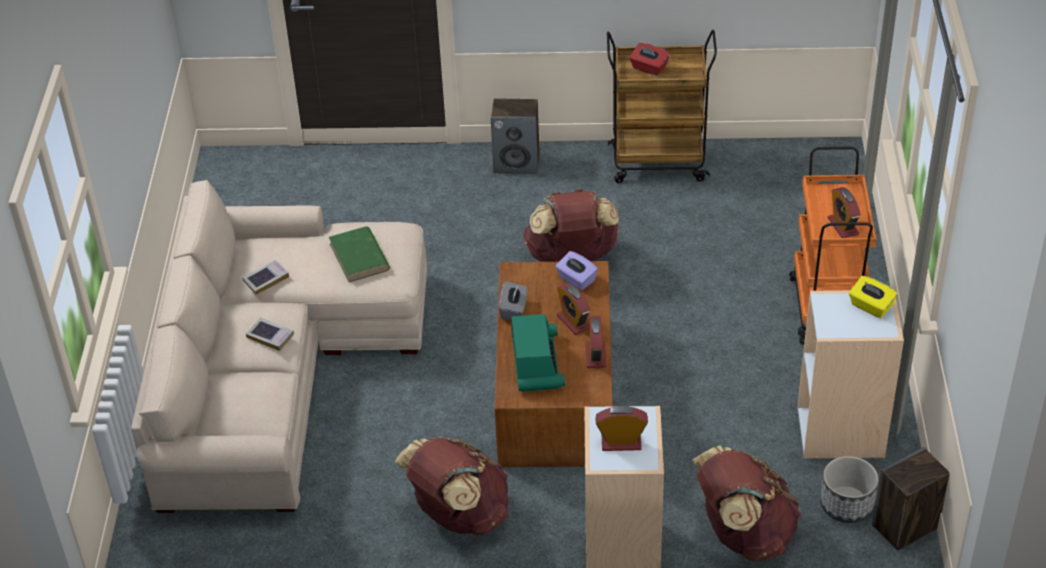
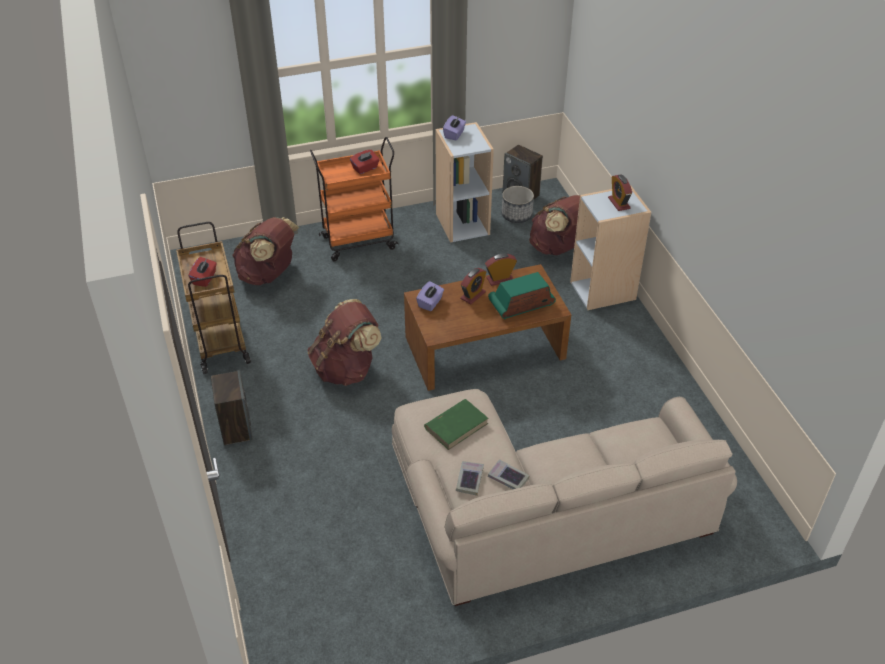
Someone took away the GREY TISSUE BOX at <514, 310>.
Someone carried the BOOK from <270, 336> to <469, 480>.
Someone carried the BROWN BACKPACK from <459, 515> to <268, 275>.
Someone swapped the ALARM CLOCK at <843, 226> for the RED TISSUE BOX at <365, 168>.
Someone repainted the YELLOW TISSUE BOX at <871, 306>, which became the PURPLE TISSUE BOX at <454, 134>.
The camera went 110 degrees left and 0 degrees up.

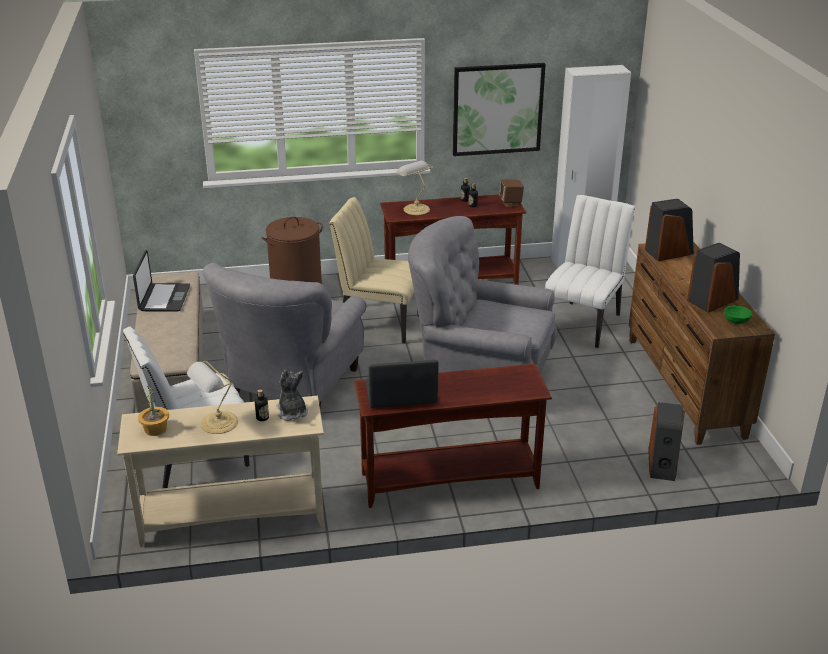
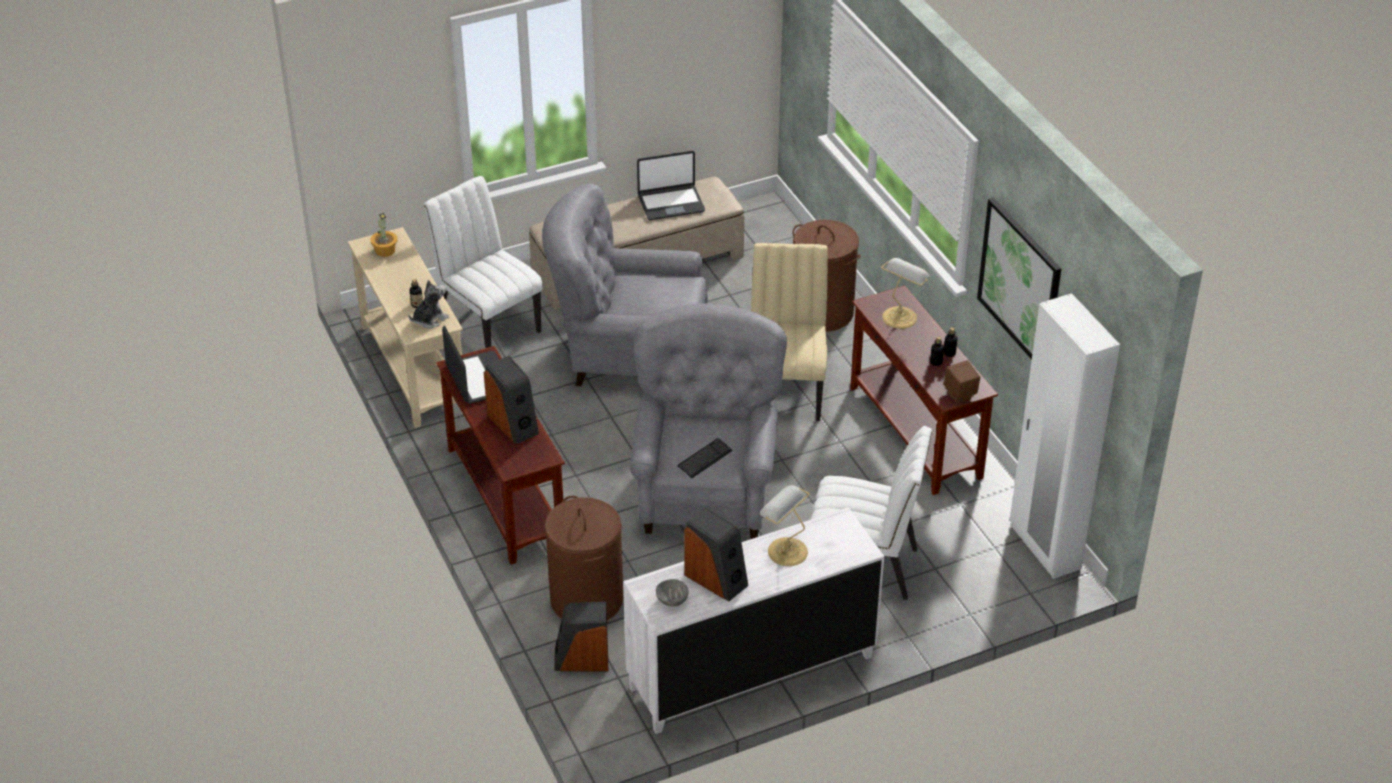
Someone put down the BROWN LAUNDRY BASKET at <586, 599>.
Someone put down the KEYBOARD at <705, 459>.
Someone carried the TABLE LAMP from <217, 423> to <785, 551>.
Someone carried the SPEAKER from <669, 252> to <514, 424>.
Someone repainted the BROWN DRESSER at <685, 386>, which became the WHITE DRESSER at <751, 673>.
Someone repainted the GREEN BOWL at <736, 321>, which became the GREY BOWL at <672, 600>.
The camera went 75 degrees right and 10 degrees up.

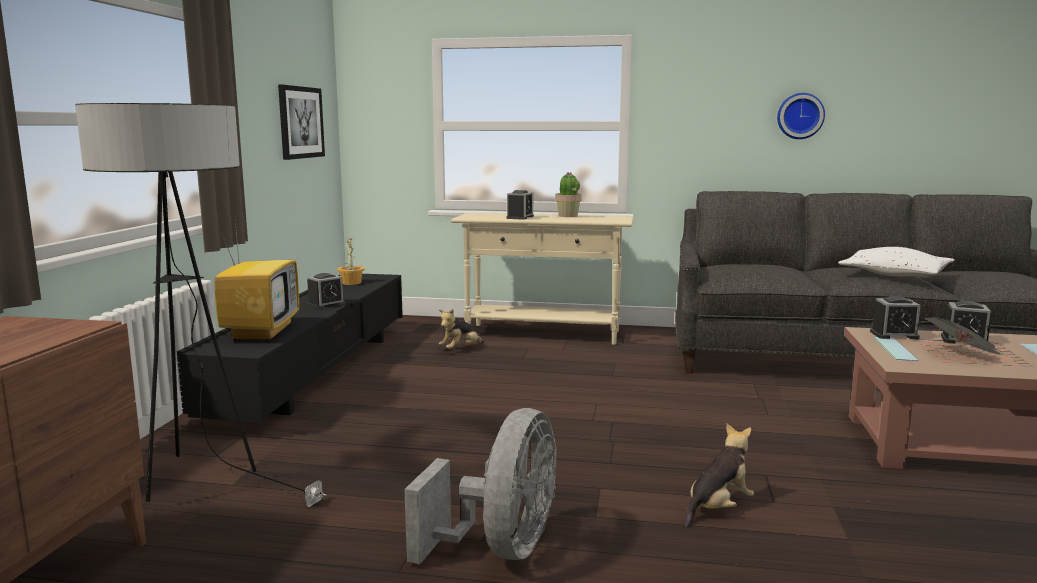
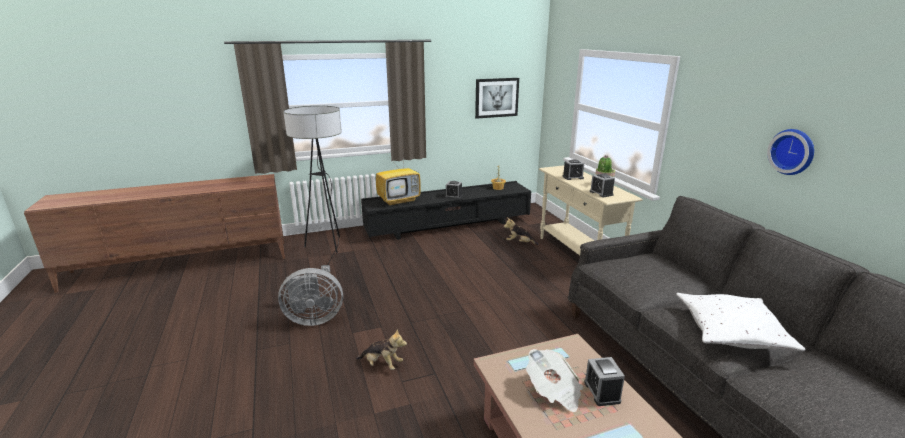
Someone carried the ALARM CLOCK from <894, 335> to <601, 193>.
The camera went 60 degrees right and 10 degrees up.

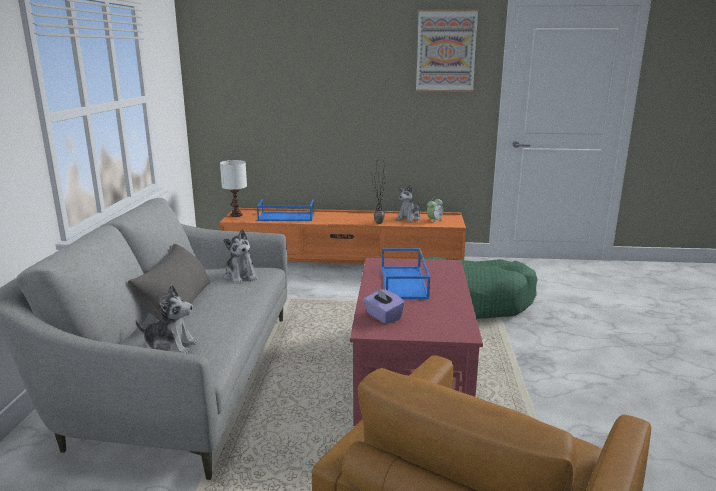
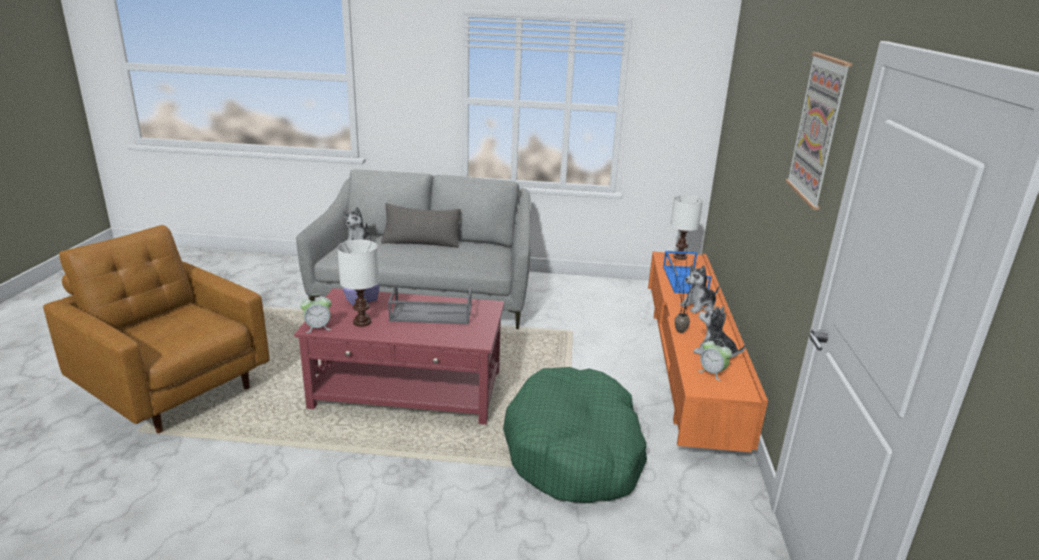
Someone put down the ALARM CLOCK at <318, 328>.
Someone put down the WHITE TABLE LAMP at <362, 322>.
Someone carried the PLUSH TOY from <241, 276> to <698, 306>.
Someone repainted the BLUE TRAY at <405, 283>, which became the GREY TRAY at <430, 314>.
The camera went 90 degrees right and 5 degrees up.

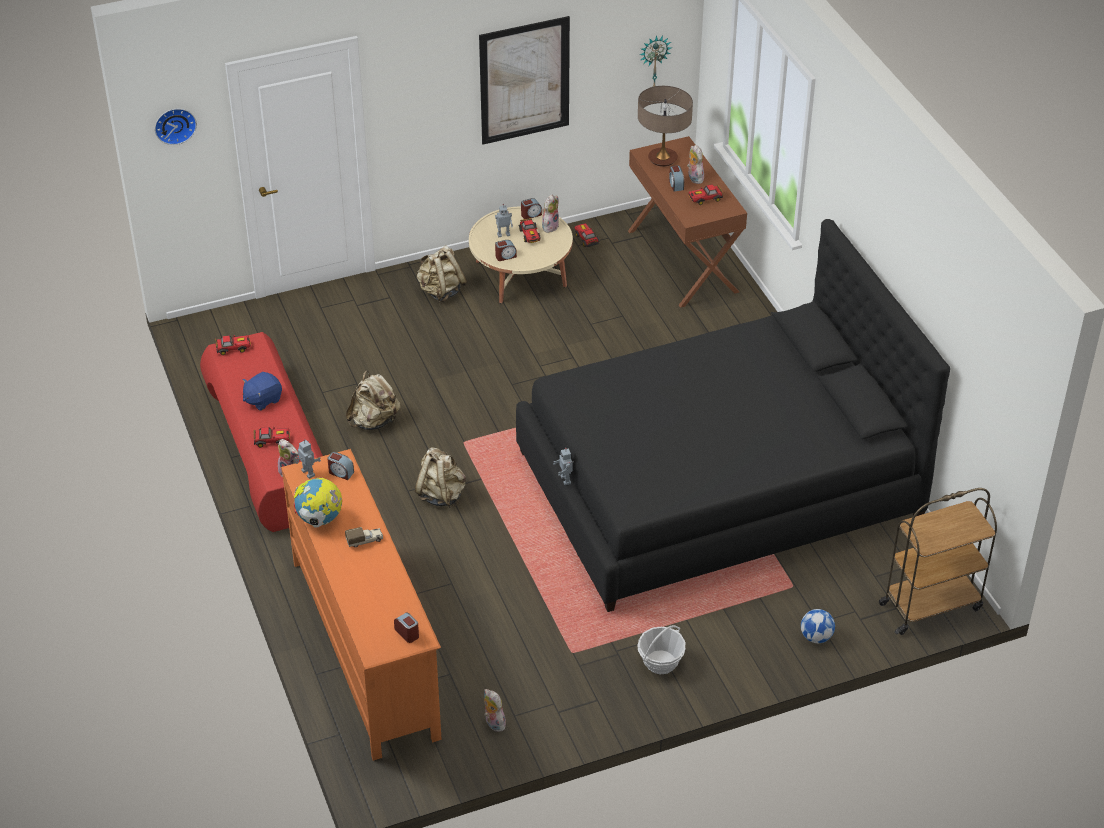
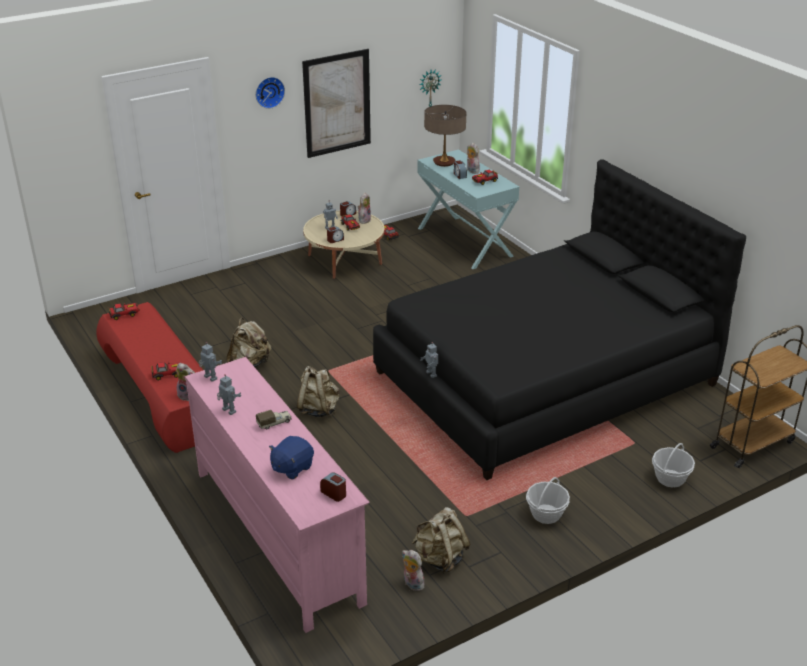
Someone took away the ALARM CLOCK at <340, 472>.
Someone carried the WALL CLOCK from <174, 124> to <269, 92>.
Someone carried the BLUE PLUSH TOY from <262, 400> to <292, 468>.
Someone carried the BEIGE BACKPACK from <441, 291> to <440, 558>.
Someone swapped the GLOBE at <319, 519> for the TOY ROBOT at <228, 411>.
Someone swapped the FOOTBALL at <816, 637> for the BASKET at <670, 478>.
Someone repainted the ORANGE DRESSER at <365, 648>, which became the PINK DRESSER at <277, 535>.
Someone repainted the BROWN DESK at <683, 261>, which became the TURQUOISE DESK at <465, 242>.
The camera went 10 degrees left and 10 degrees down.

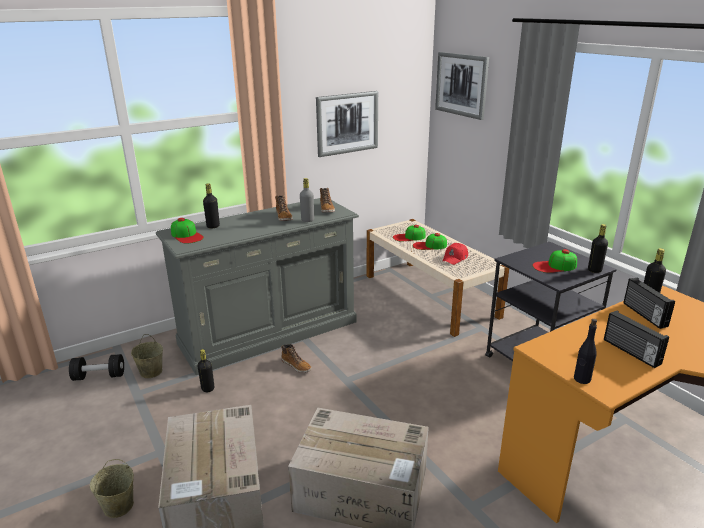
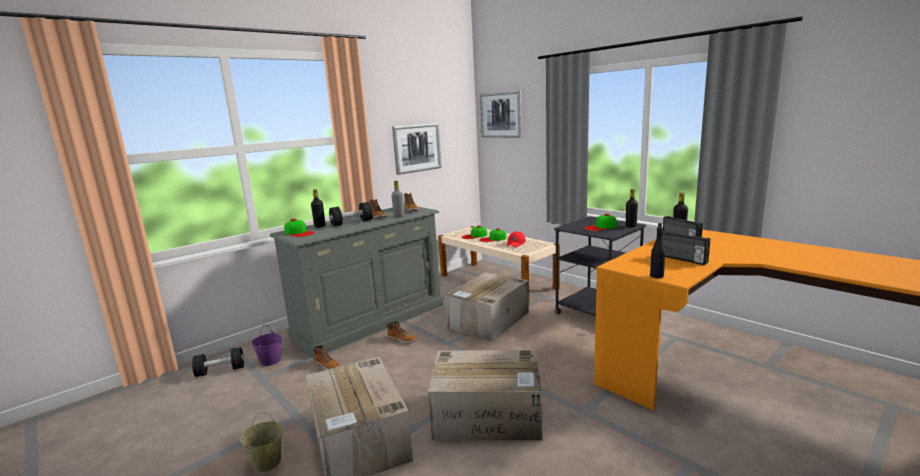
Someone put down the BLACK DUMBBELL at <352, 223>.
Someone put down the CARDBOARD BOX at <488, 320>.
Someone swapped the BLACK BOTTLE at <208, 388> for the BOOT at <327, 365>.
Someone repainted the BEIGE BUCKET at <150, 372>, which became the PURPLE BUCKET at <270, 361>.
The camera went 10 degrees left and 10 degrees down.

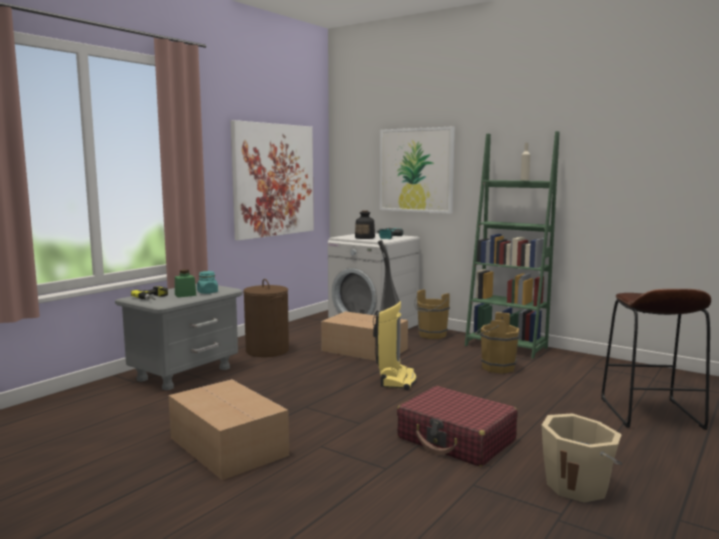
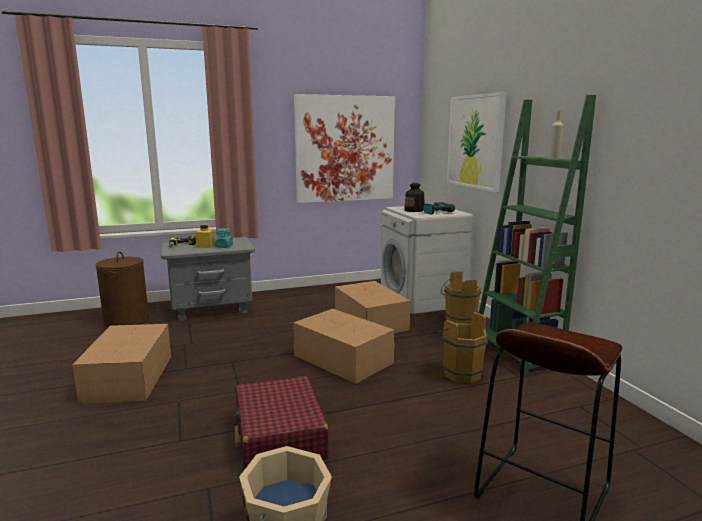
Someone carried the BROWN LAUNDRY BASKET from <267, 350> to <126, 321>.
Someone swapped the VACUUM CLEANER at <396, 380> for the CARDBOARD BOX at <342, 359>.
Someone repainted the GREEN JAR at <185, 295>, which became the YELLOW JAR at <205, 246>.
The camera went 35 degrees right and 5 degrees up.

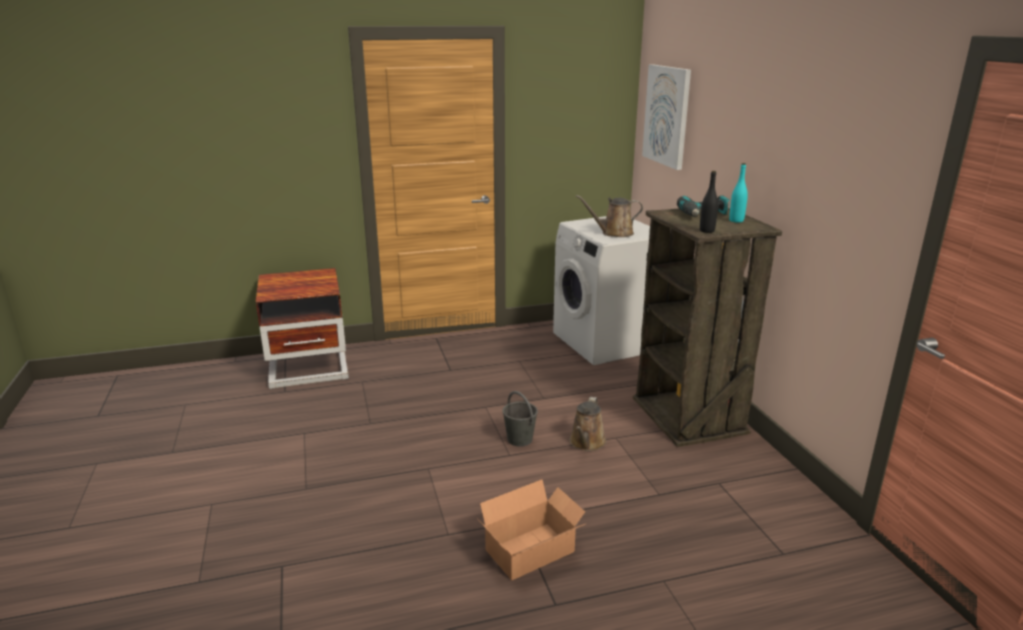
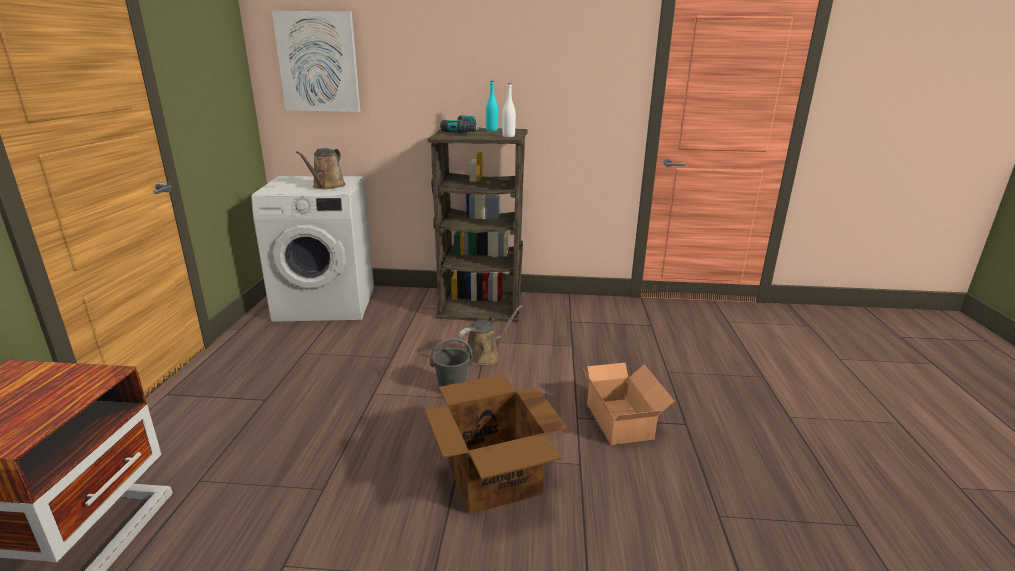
Someone put down the CARDBOARD BOX at <494, 479>.
Someone repainted the BLACK BOTTLE at <707, 231>, which became the WHITE BOTTLE at <508, 136>.
Someone rotated the BROWN WATERING CAN at <587, 443> by 75 degrees counterclockwise.
The camera went 70 degrees left and 0 degrees up.

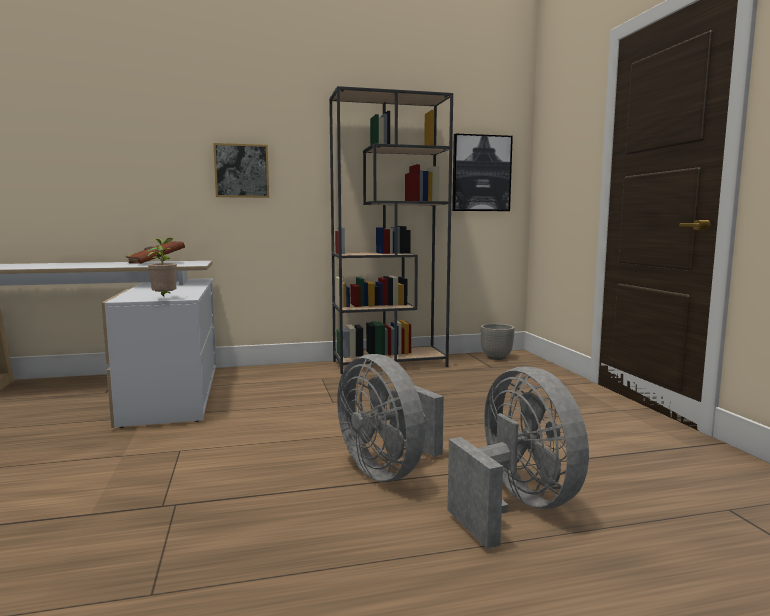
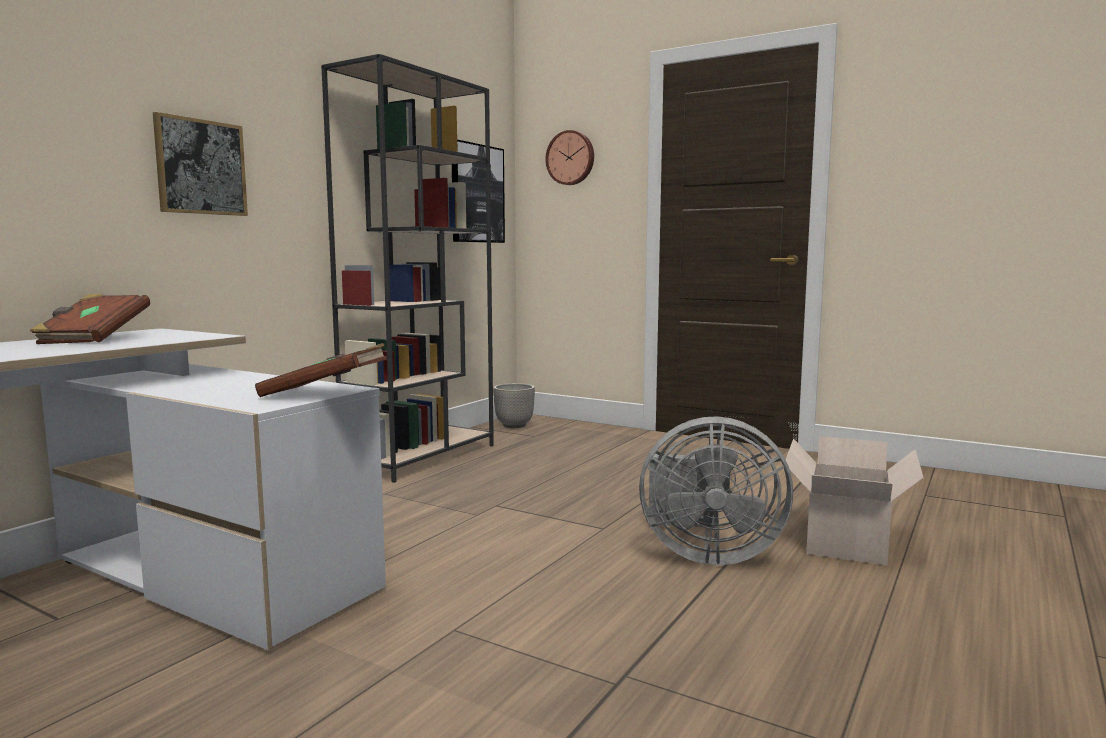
Someone put up the WALL CLOCK at <571, 158>.
Someone swapped the POTTED PLANT at <165, 299> for the BROWN BOOK at <325, 394>.
Someone swapped the GREY FAN at <516, 506> for the CARDBOARD BOX at <845, 541>.
The camera went 45 degrees left and 0 degrees up.

